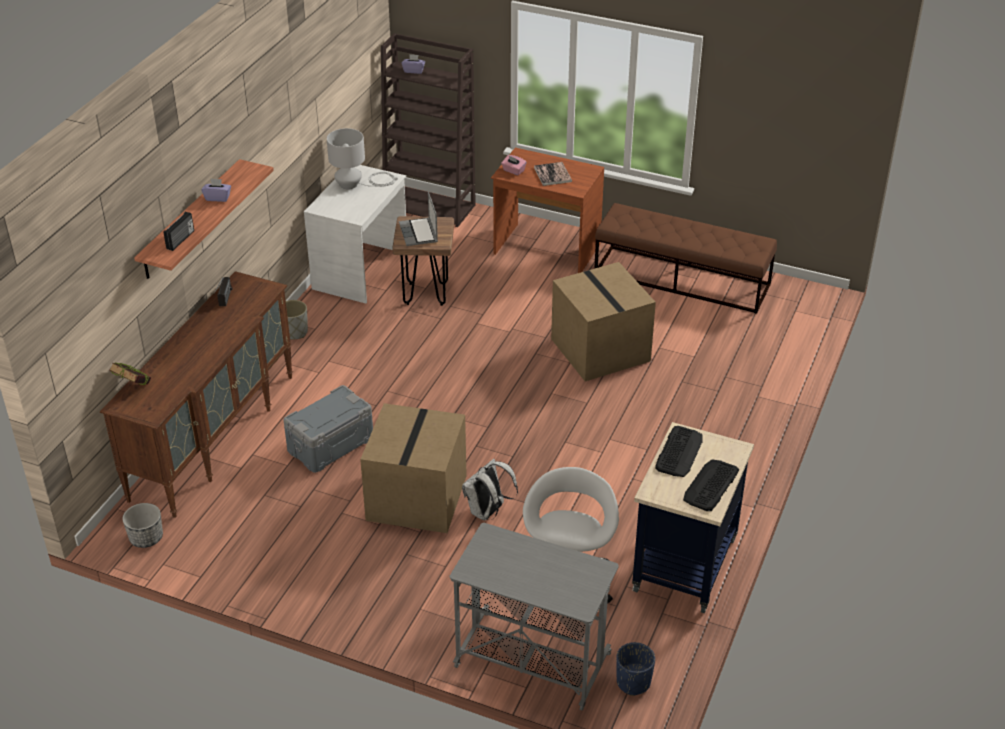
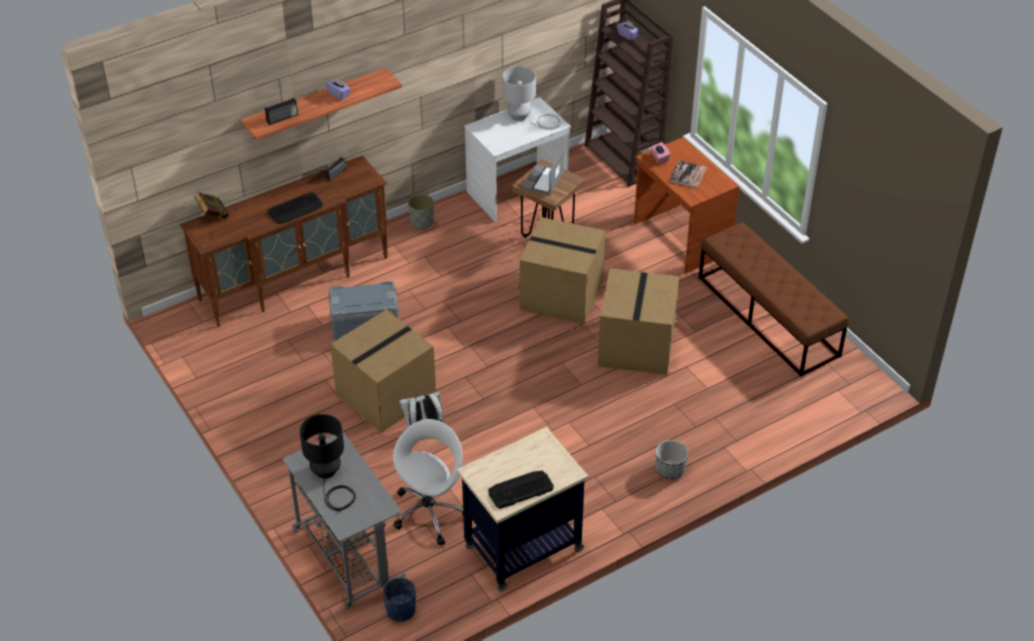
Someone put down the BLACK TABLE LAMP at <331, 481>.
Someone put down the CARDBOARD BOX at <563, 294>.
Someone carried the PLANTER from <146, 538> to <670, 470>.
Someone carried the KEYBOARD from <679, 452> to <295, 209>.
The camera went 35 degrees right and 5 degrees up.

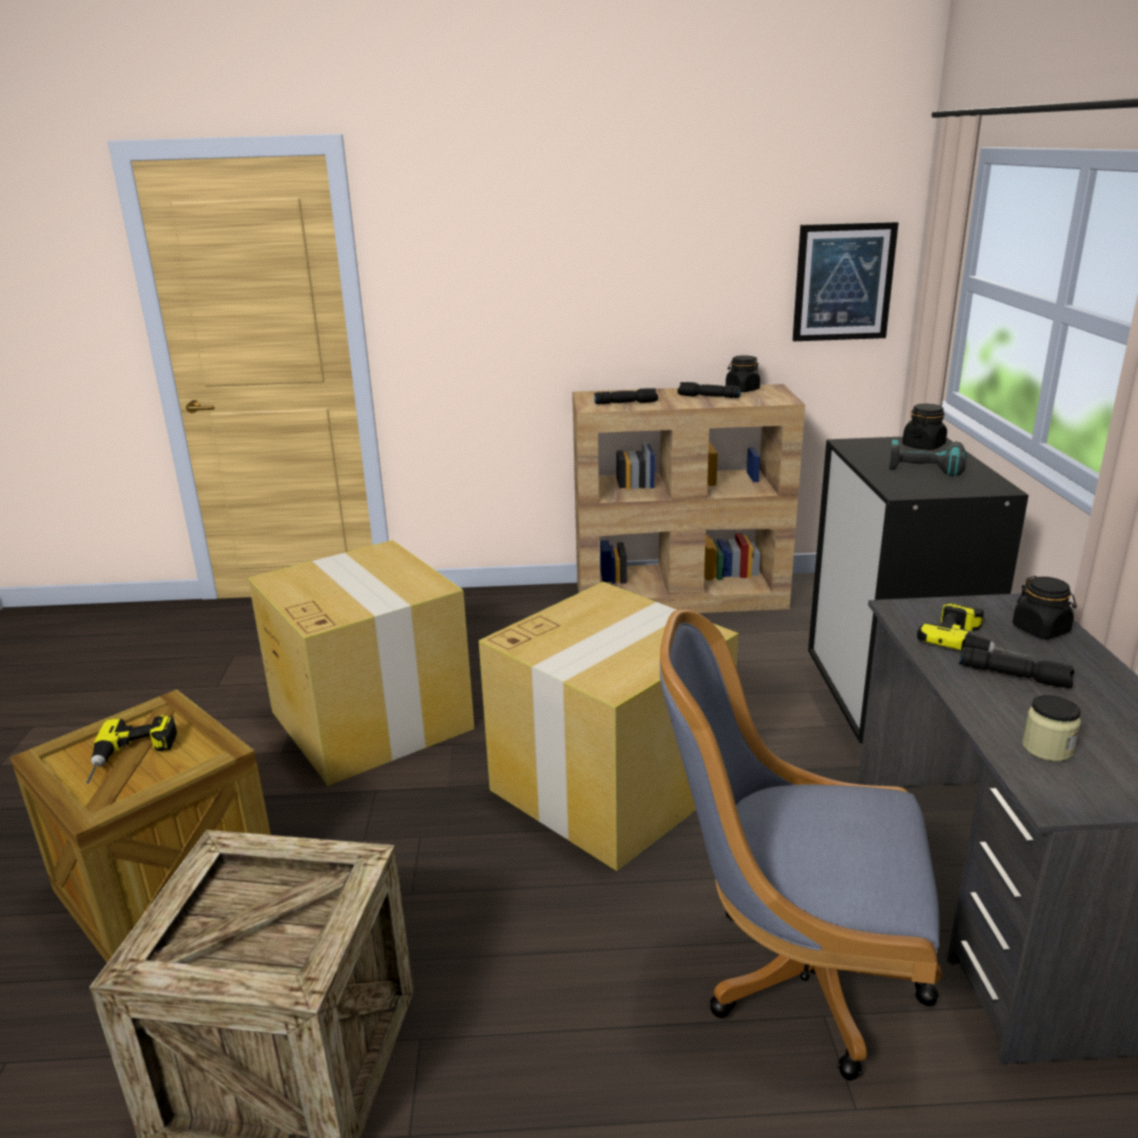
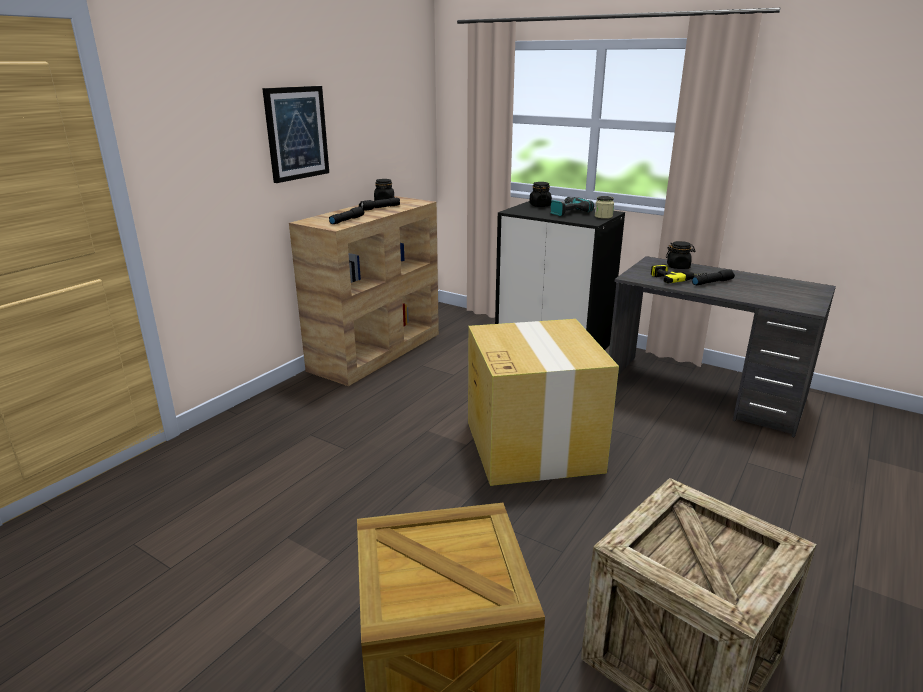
Someone took away the POWER DRILL at <132, 757>.
Someone took away the CARDBOARD BOX at <370, 719>.
Someone took away the BLUE OFFICE CHAIR at <792, 977>.
Someone carried the PICTURE from <843, 282> to <296, 133>.
Someone carried the JAR from <1047, 748> to <603, 216>.
The camera went 55 degrees left and 0 degrees up.

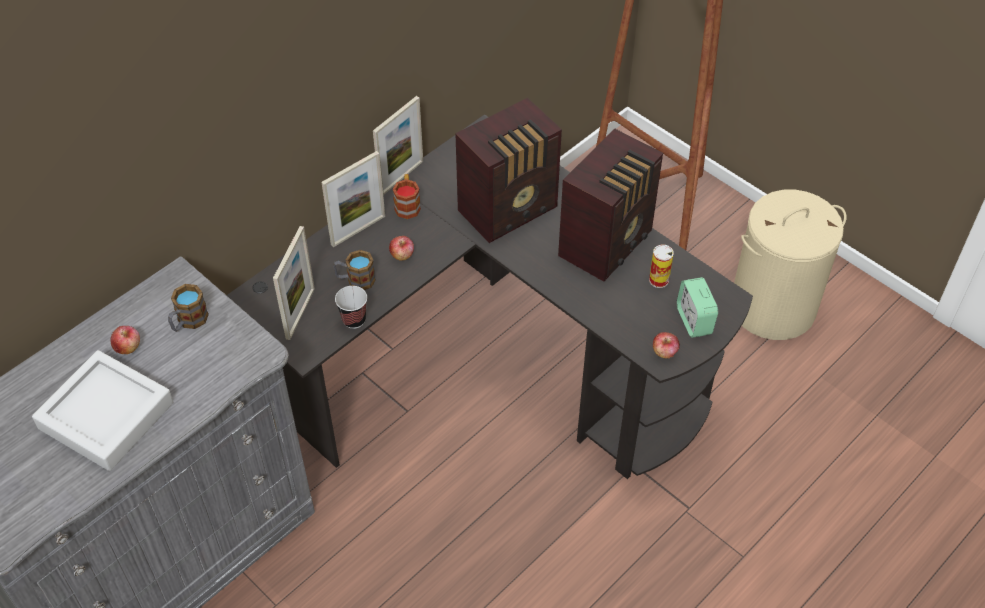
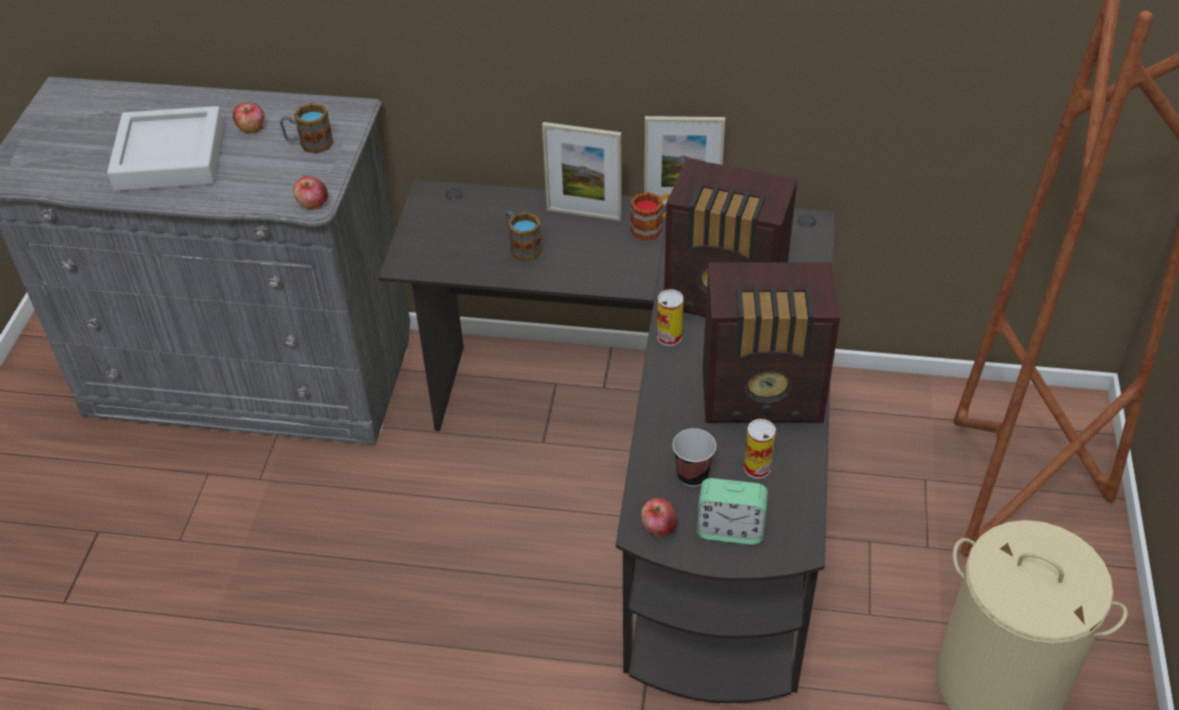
Someone took away the PICTURE FRAME at <300, 313>.
Someone put down the CAN at <669, 337>.
Someone carried the CUP from <354, 320> to <692, 475>.
Someone carried the APPLE from <402, 255> to <312, 203>.
Someone rotated the ALARM CLOCK at <694, 321> by 120 degrees counterclockwise.
The camera went 55 degrees right and 5 degrees down.

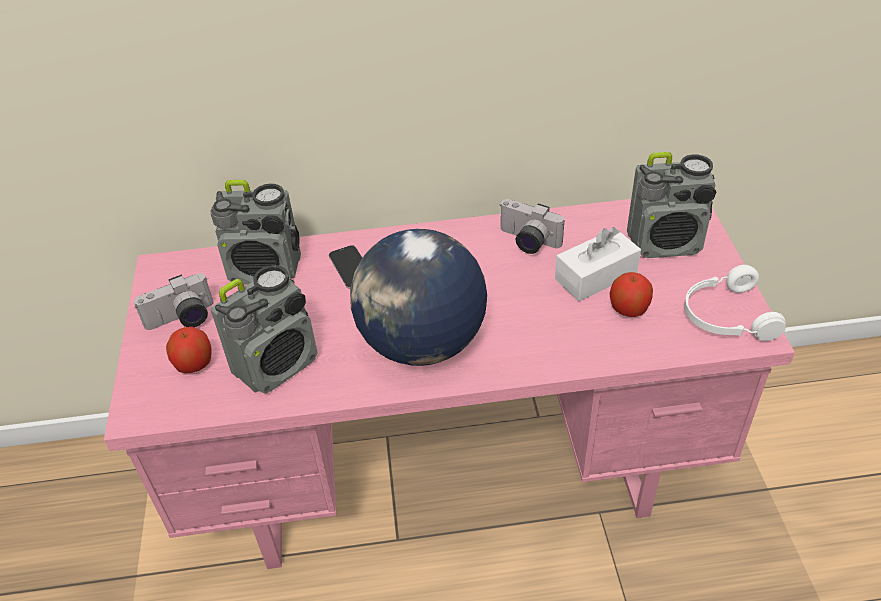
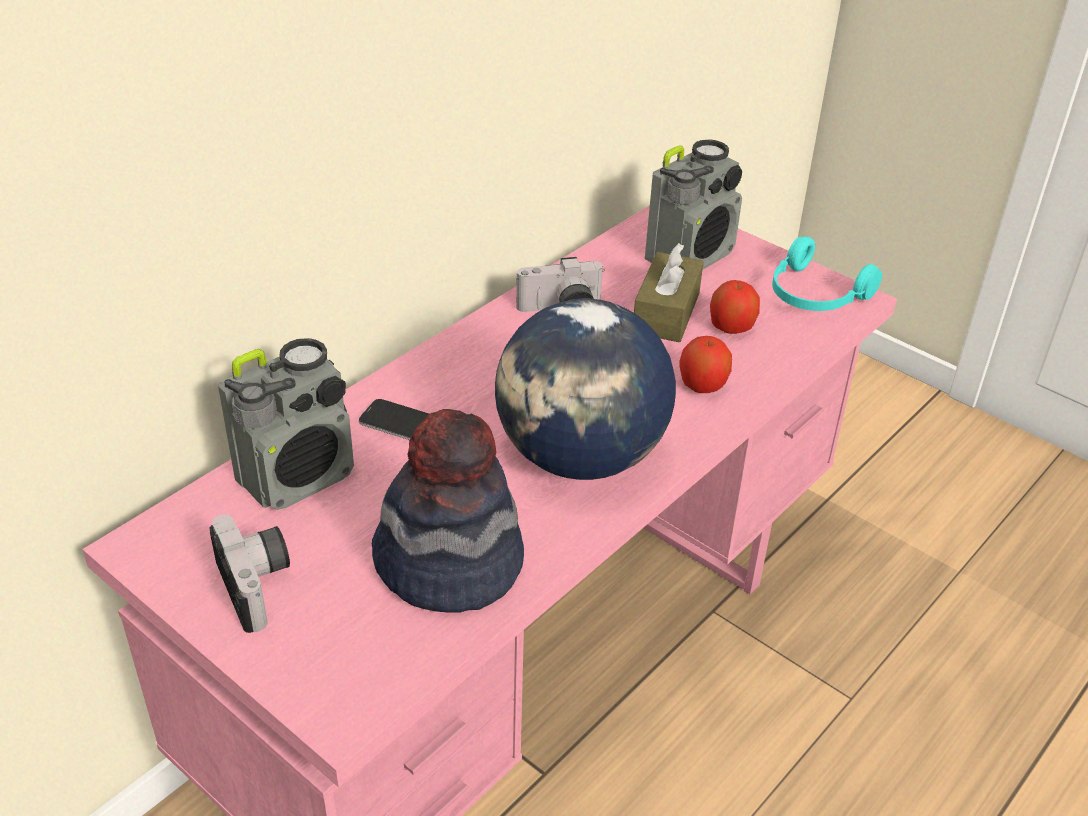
Someone carried the APPLE from <194, 364> to <702, 386>.
Someone swapped the RADIO at <277, 364> for the HAT at <449, 563>.
Someone repainted the WHITE TISSUE BOX at <596, 276>, which became the BROWN TISSUE BOX at <666, 312>.
Someone repainted the WHITE HEADPHONES at <725, 316>, which became the TURQUOISE HEADPHONES at <814, 295>.
Someone rotated the PHOTO CAMERA at <182, 320> by 45 degrees counterclockwise.
The camera went 45 degrees left and 5 degrees down.

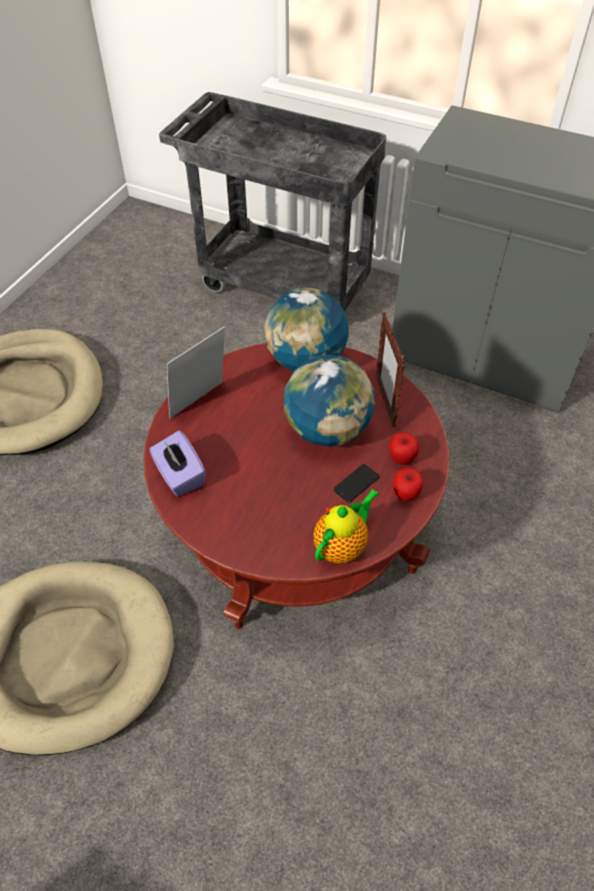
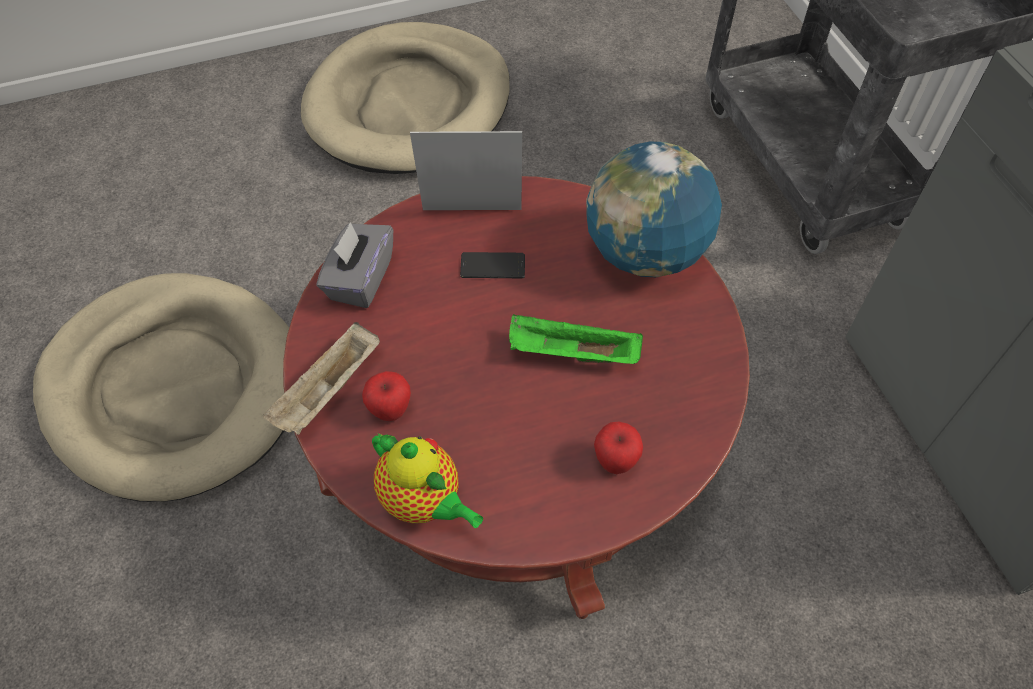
Someone took away the PICTURE FRAME at <385, 402>.
Someone put down the BEIGE TRAY at <328, 392>.
Someone carried the PHONE from <356, 483> to <492, 266>.
Someone carried the APPLE from <405, 495> to <390, 410>.
Someone swapped the GLOBE at <327, 430> for the GREEN TRAY at <571, 354>.
Someone repainted the PURPLE TISSUE BOX at <179, 476>, which became the GREY TISSUE BOX at <360, 280>.
Someone rotated the TEAPOT at <342, 546> by 45 degrees clockwise.
The camera went 45 degrees right and 5 degrees up.

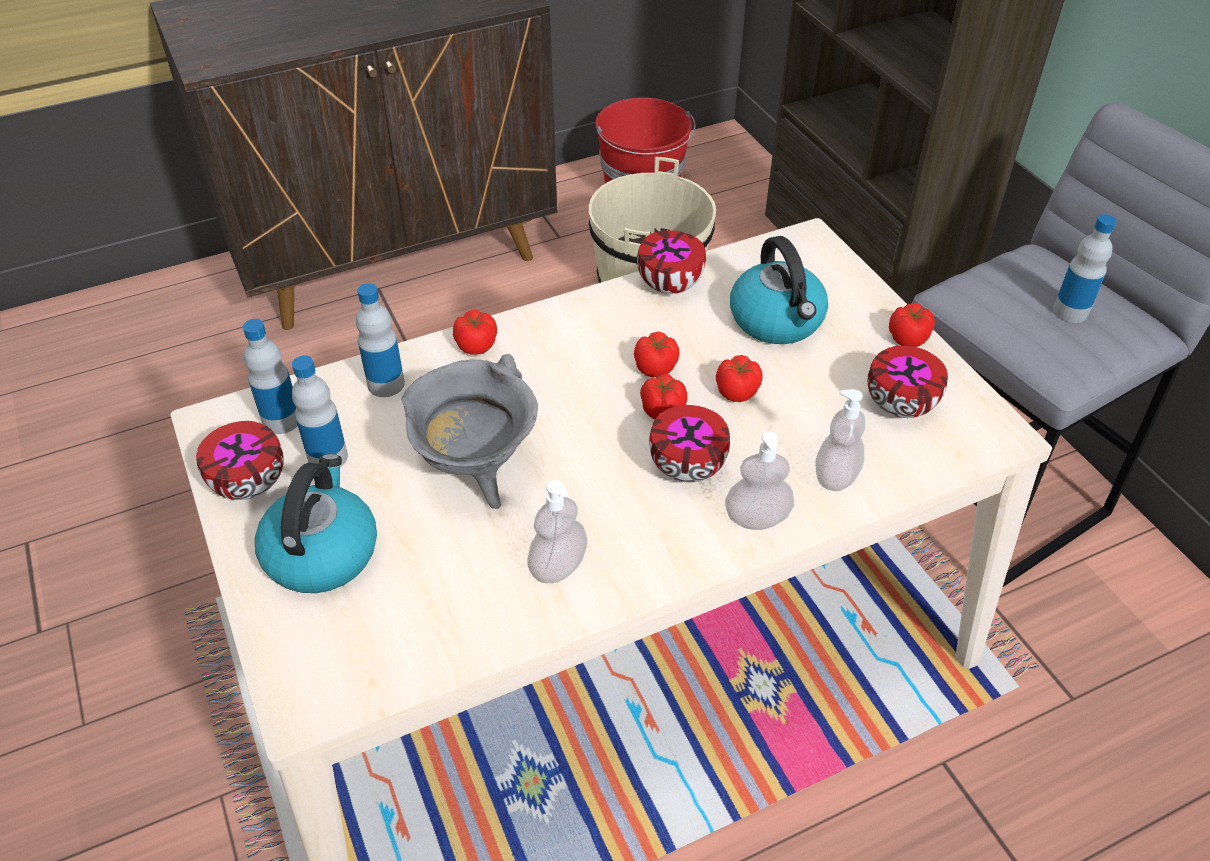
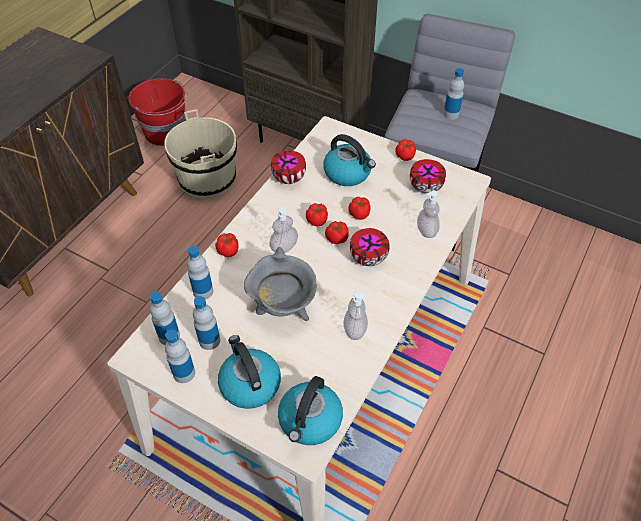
Someone put down the KETTLE at <310, 421>.
Someone carried the SOAP DISPENSER from <757, 518> to <284, 247>.
Someone swapped the BOWL at <250, 482> for the BOTTLE at <184, 373>.
The camera went 35 degrees left and 5 degrees up.

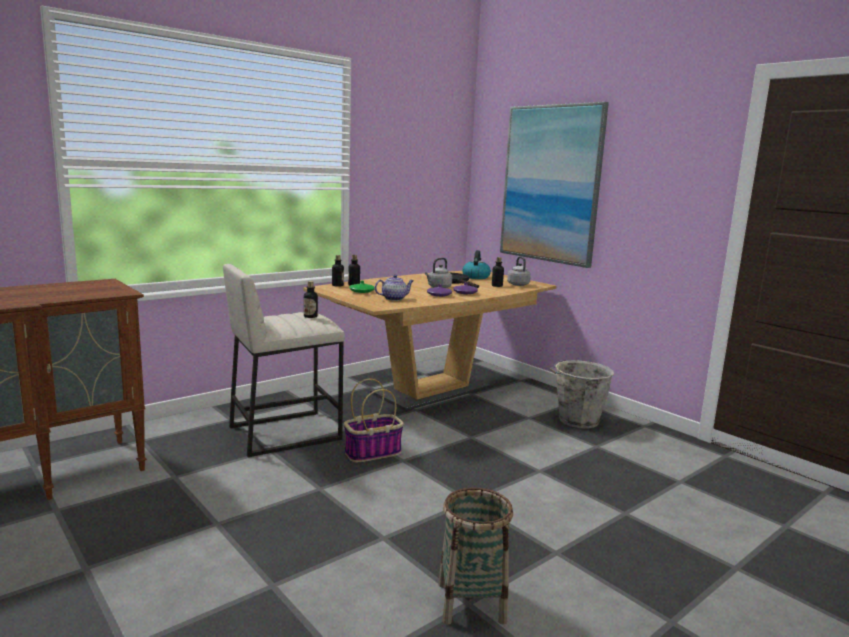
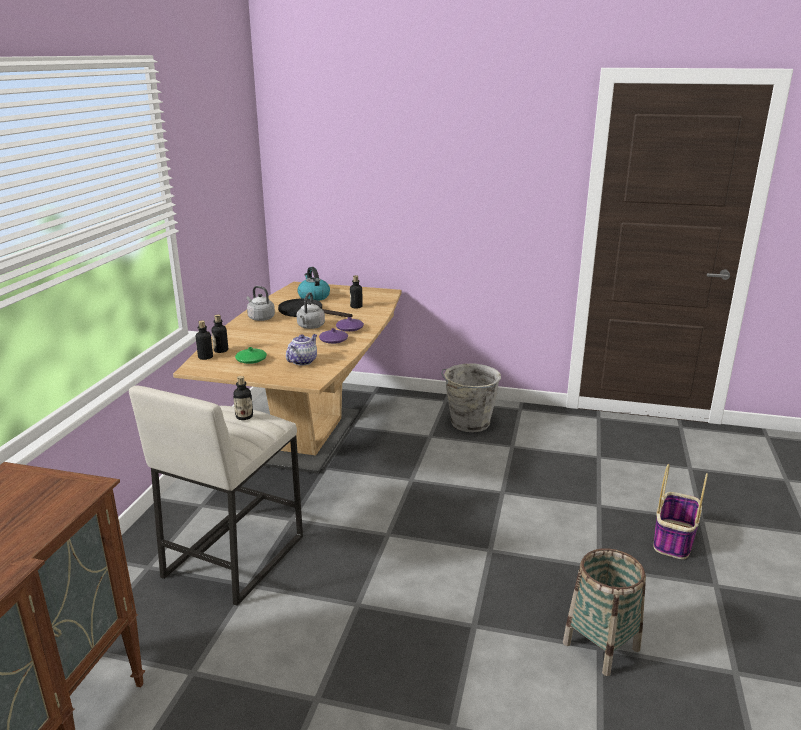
Someone took away the PICTURE at <551, 184>.
Someone carried the BASKET from <373, 452> to <673, 539>.
Someone carried the GREY KETTLE from <517, 284> to <260, 318>.
The camera went 35 degrees left and 10 degrees up.

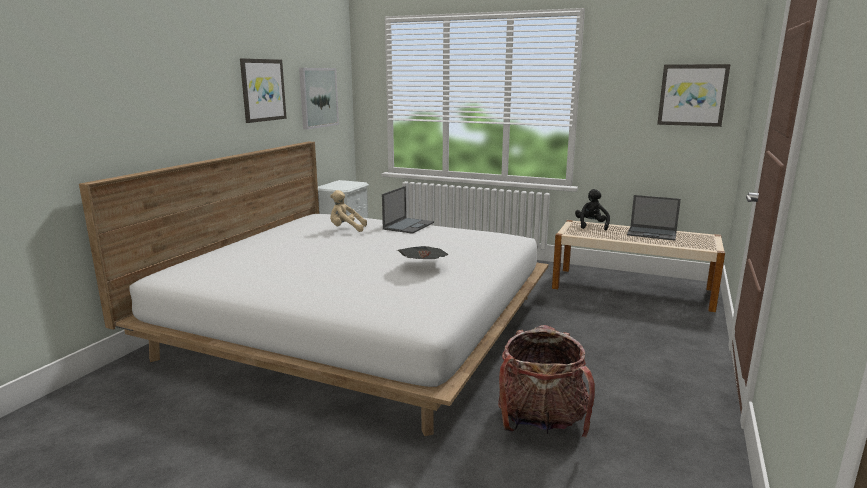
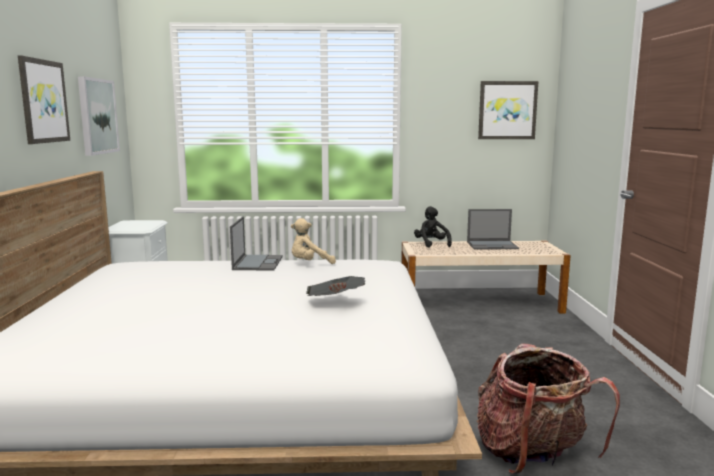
Someone carried the BEIGE PLUSH TOY from <346, 229> to <310, 264>.
The camera went 25 degrees left and 5 degrees down.

